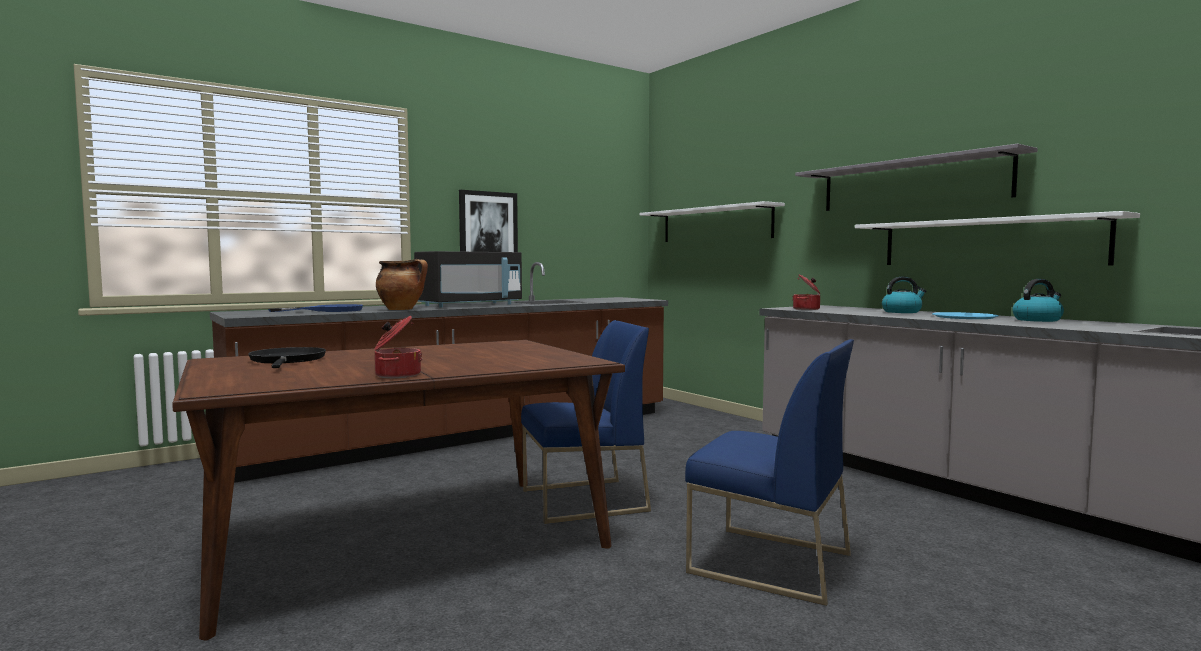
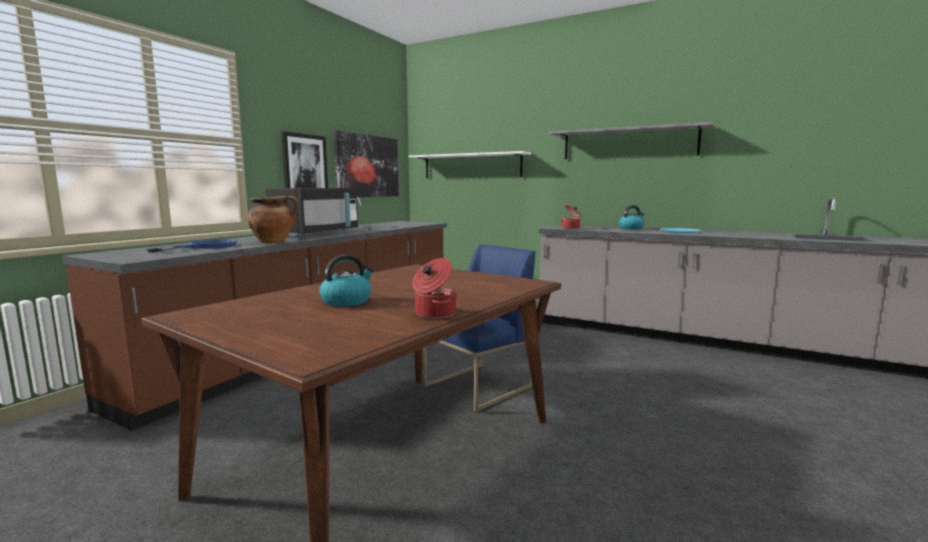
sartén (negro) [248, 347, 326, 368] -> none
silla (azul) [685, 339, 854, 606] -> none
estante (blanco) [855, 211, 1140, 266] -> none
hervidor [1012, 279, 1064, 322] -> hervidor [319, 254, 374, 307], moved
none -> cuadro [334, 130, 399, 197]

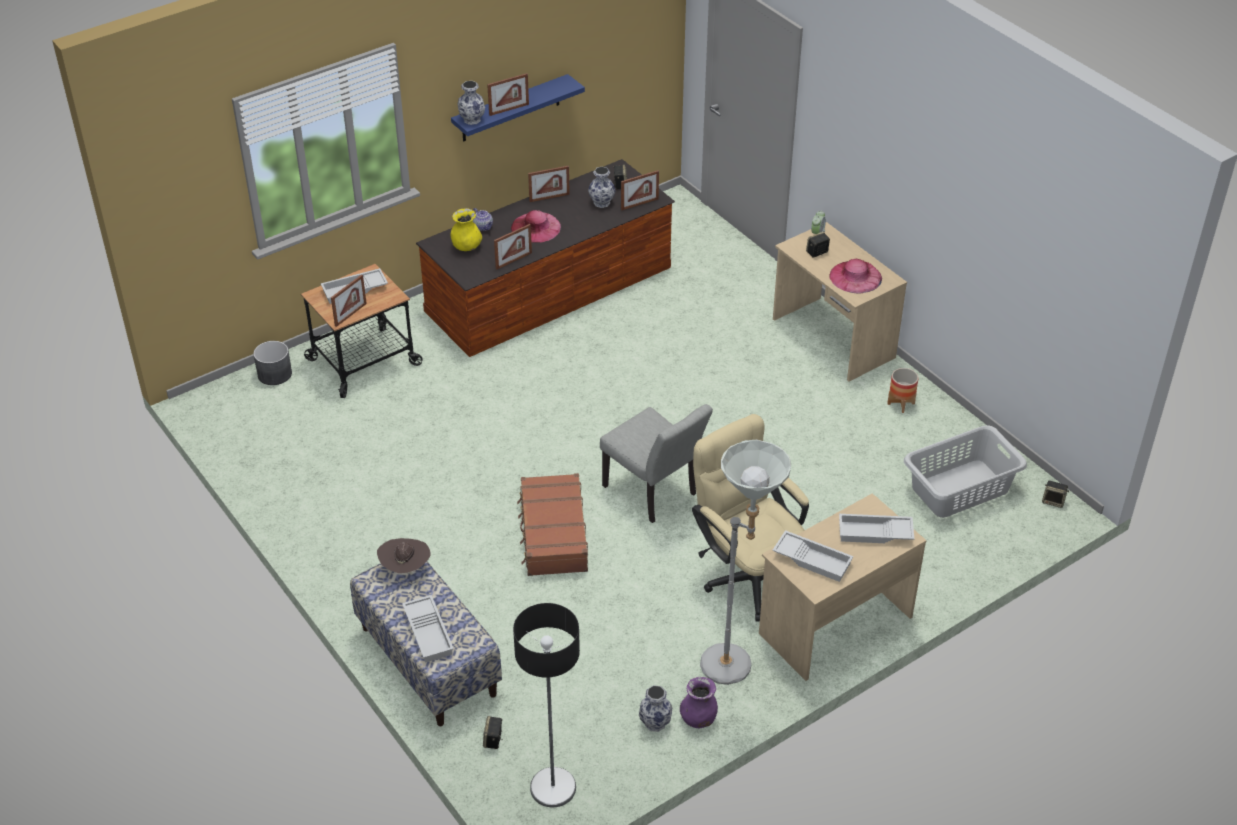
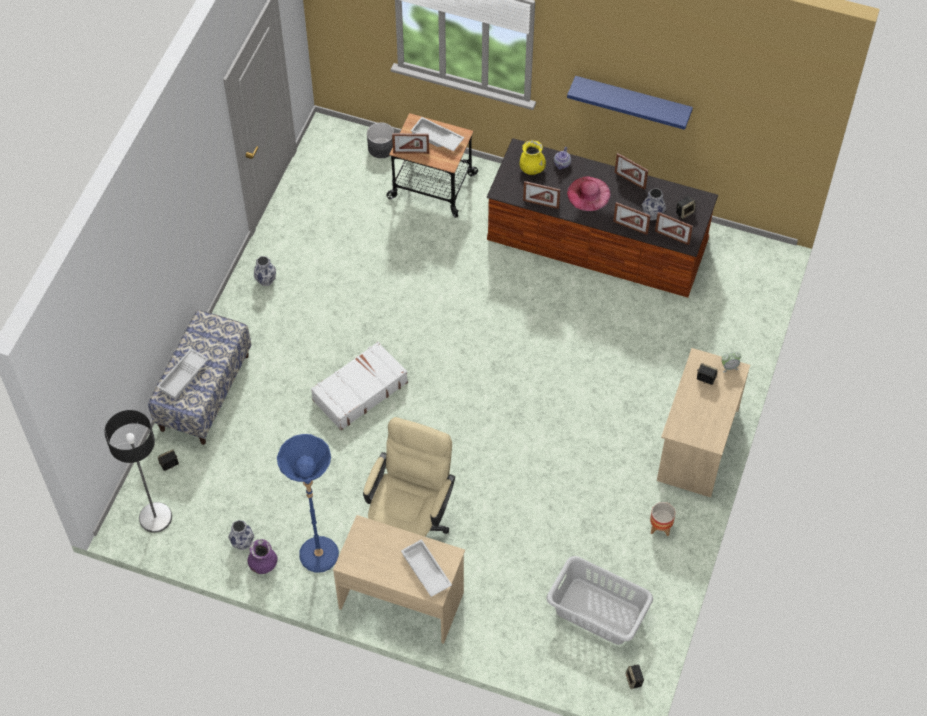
sombrero (marrón) [377, 538, 431, 573] -> none
florero [457, 81, 485, 125] -> florero [254, 256, 276, 286], moved
portarretratos [487, 73, 529, 116] -> portarretratos [613, 202, 651, 235], moved
maleta (marrón) [517, 473, 588, 576] -> maleta (blanco) [311, 342, 408, 430]
silla (gris) [600, 404, 713, 523] -> none
lámpara de pie (gris) [700, 440, 791, 685] -> lámpara de pie (azul) [277, 434, 339, 573]
bandeja (blanco) [772, 530, 853, 582] -> none
sombrero (rosa) [829, 259, 882, 293] -> none

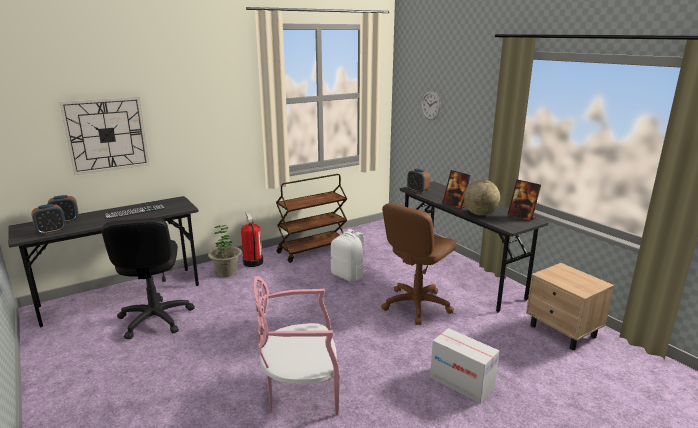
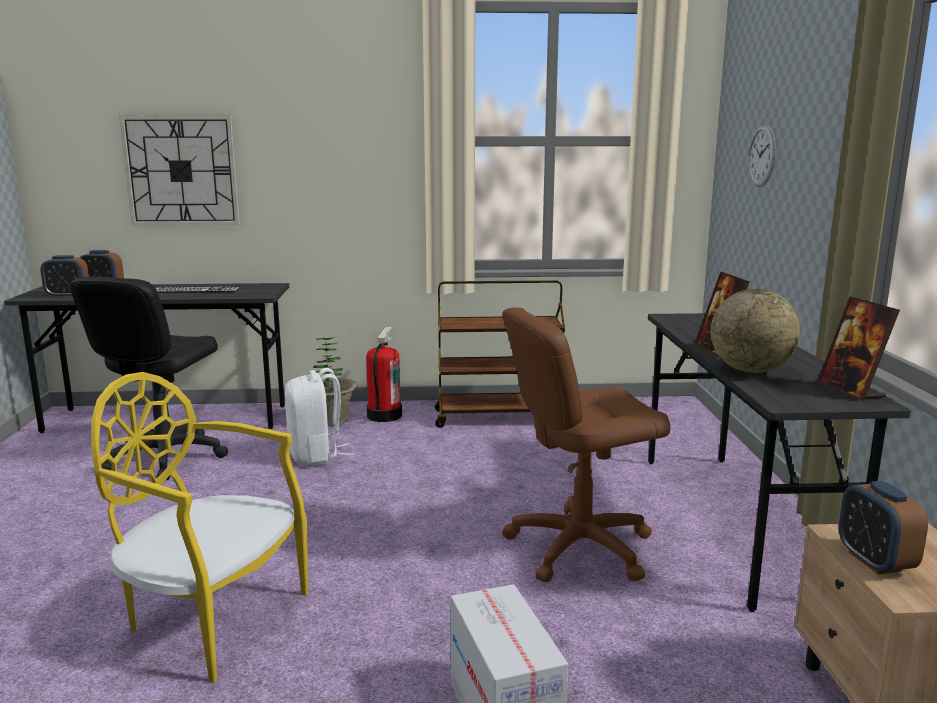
silla (rosa) [254, 276, 340, 415] -> silla (amarillo) [91, 372, 308, 683]
mochila (blanco) [330, 229, 367, 282] -> mochila (blanco) [285, 368, 354, 466], moved
despertador [407, 168, 430, 193] -> despertador [839, 481, 928, 575], moved

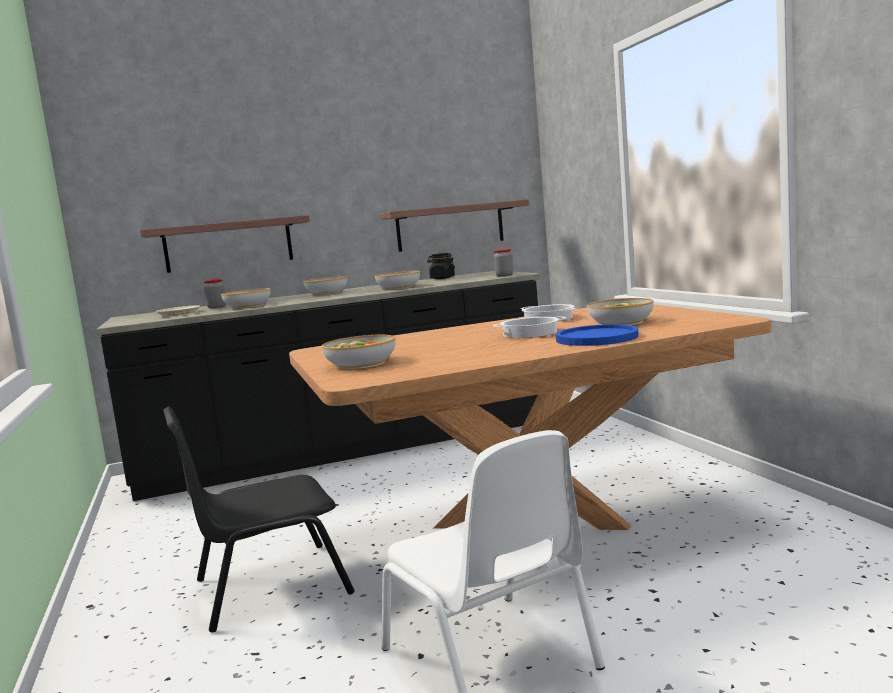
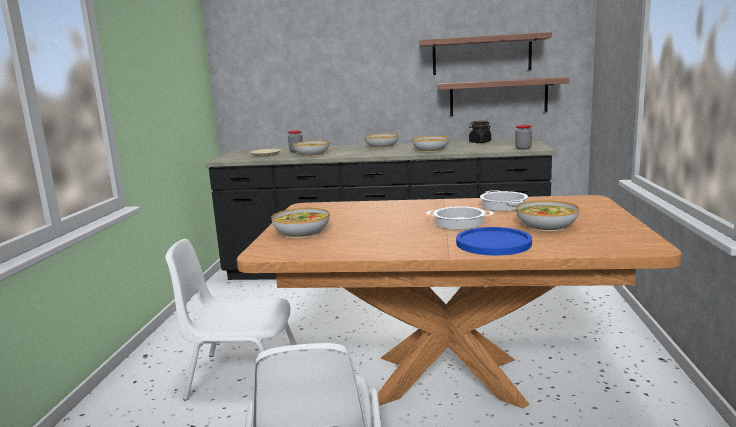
estante [140, 215, 310, 273] -> estante [419, 32, 552, 75], moved
silla (negro) [163, 407, 355, 633] -> silla (blanco) [165, 239, 297, 401]

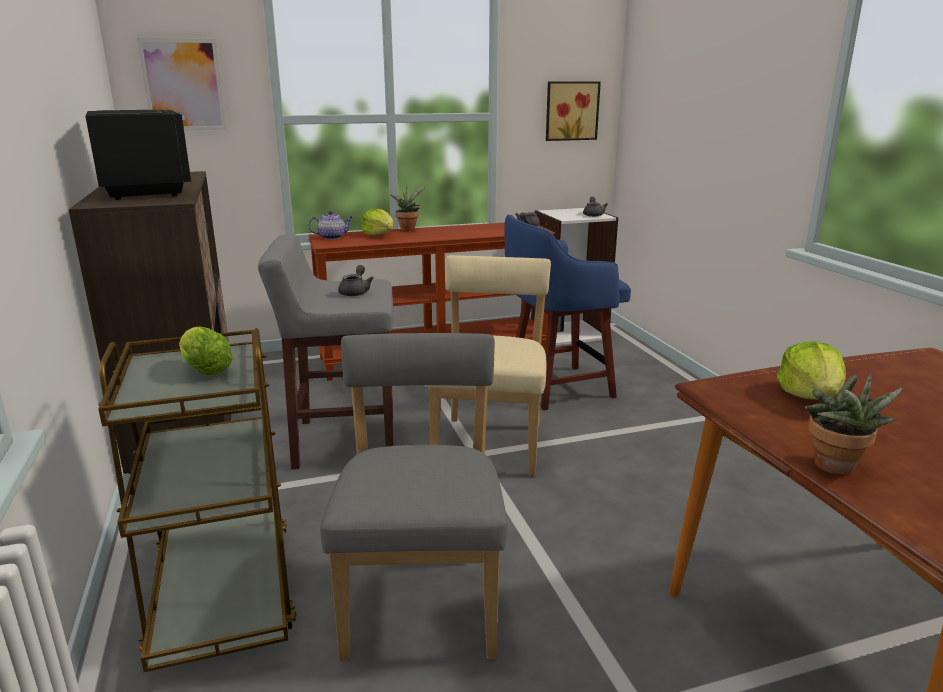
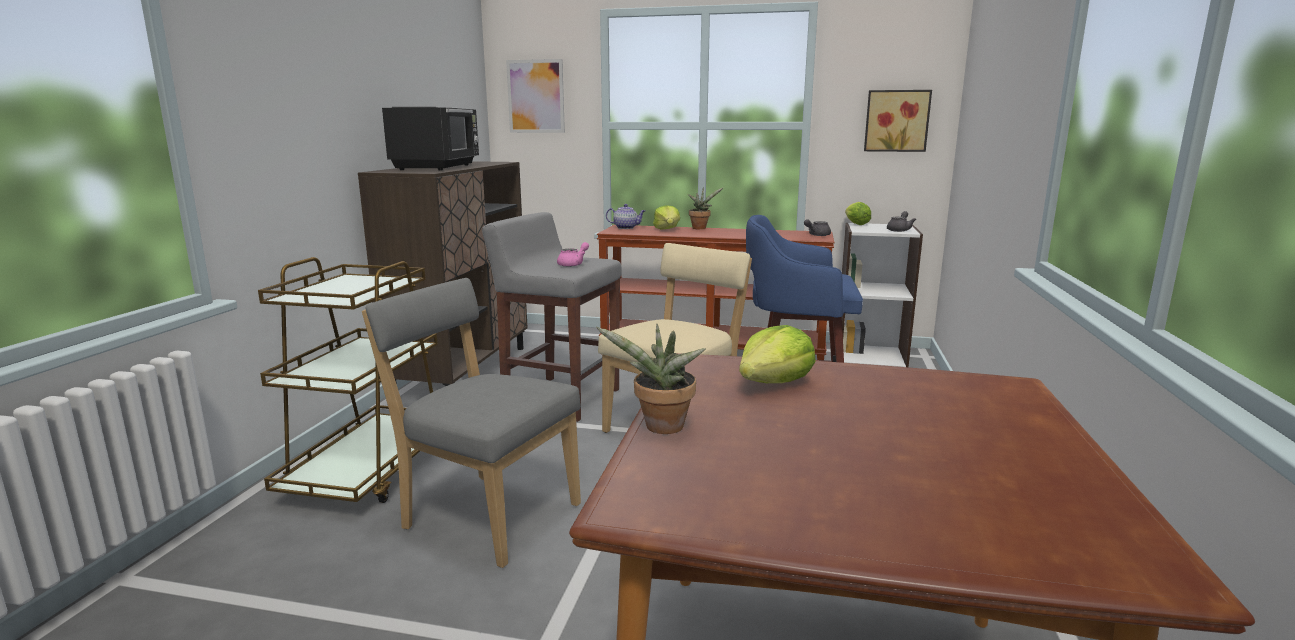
lechuga [179, 327, 232, 375] -> lechuga [845, 202, 871, 225], moved
silla (gris) [320, 333, 507, 662] -> silla (gris) [362, 278, 581, 568], 90 degrees counterclockwise
tetera (gris) [338, 265, 374, 296] -> tetera (rosa) [557, 242, 589, 267]

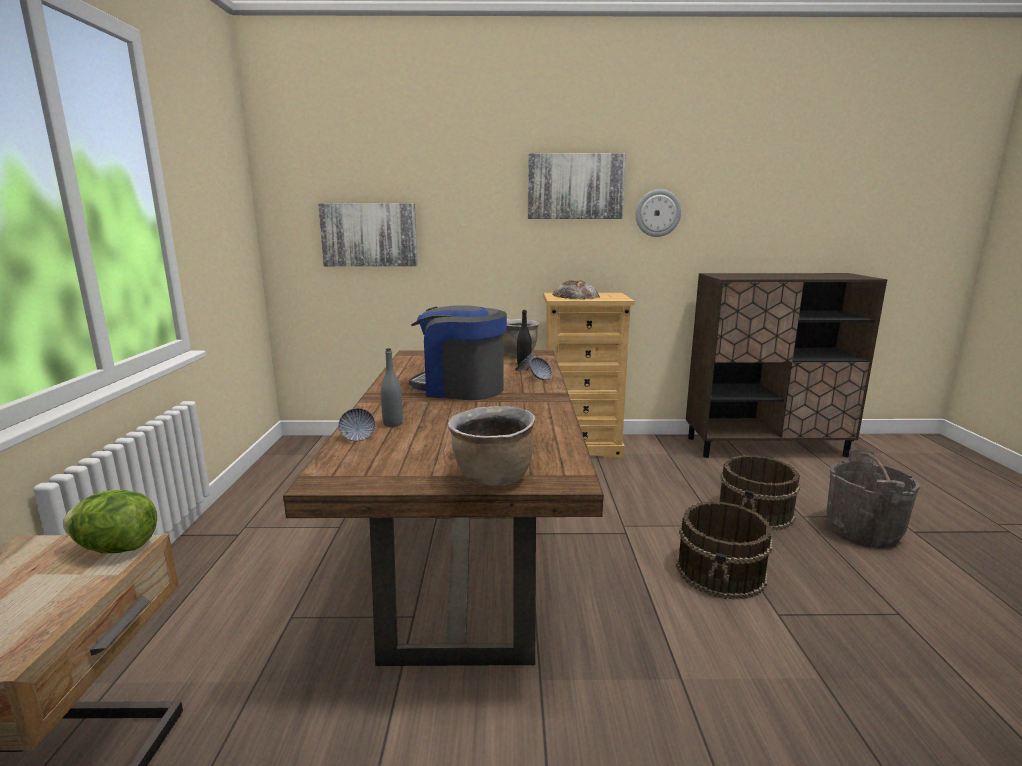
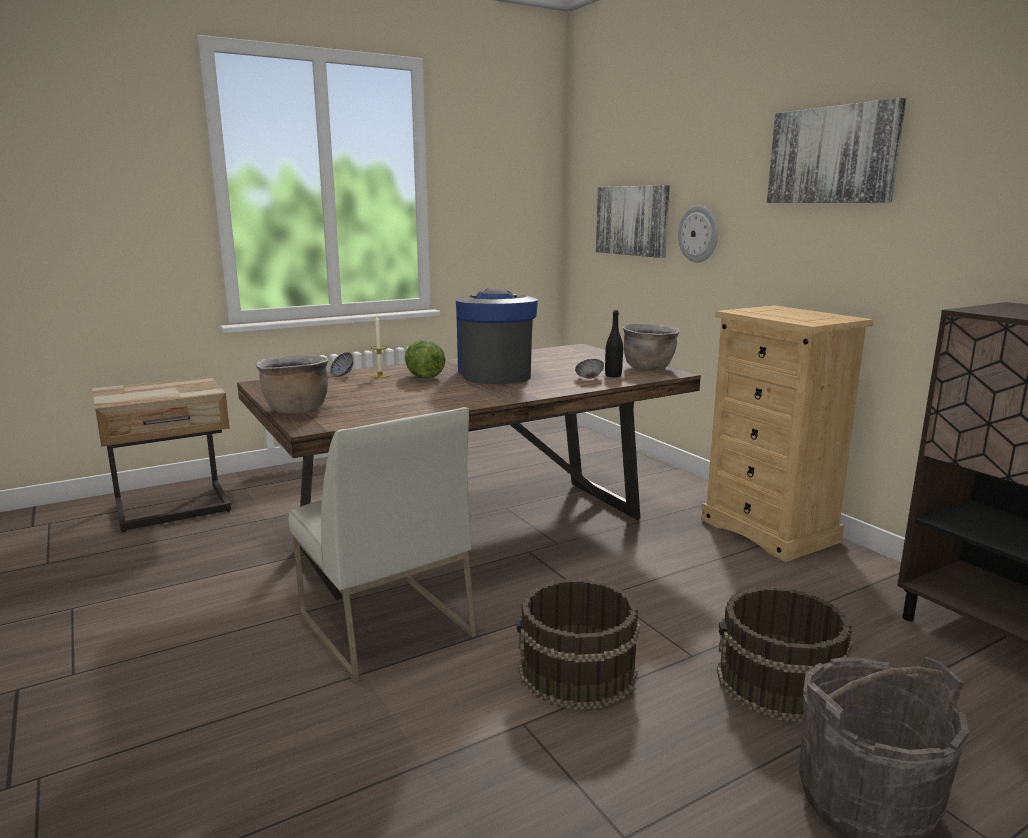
lechuga [63, 490, 157, 553] -> lechuga [405, 340, 446, 378], moved
botella (gris) [381, 348, 403, 427] -> vela [371, 316, 390, 378]
cuenco [530, 357, 552, 380] -> none
pan [552, 280, 600, 299] -> none
reloj de pared [635, 189, 681, 237] -> reloj de pared [678, 205, 718, 263], moved
none -> silla (blanco) [289, 407, 476, 683]

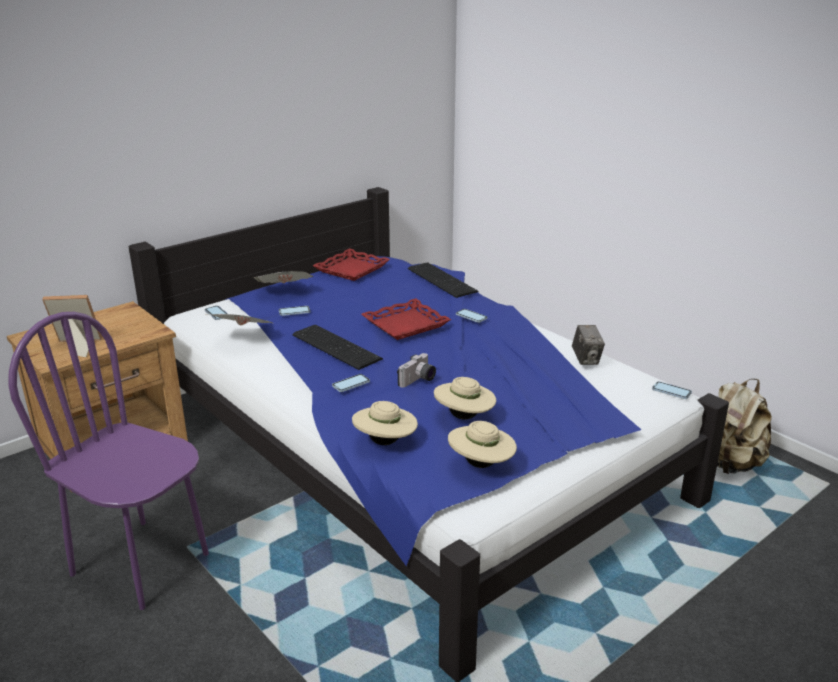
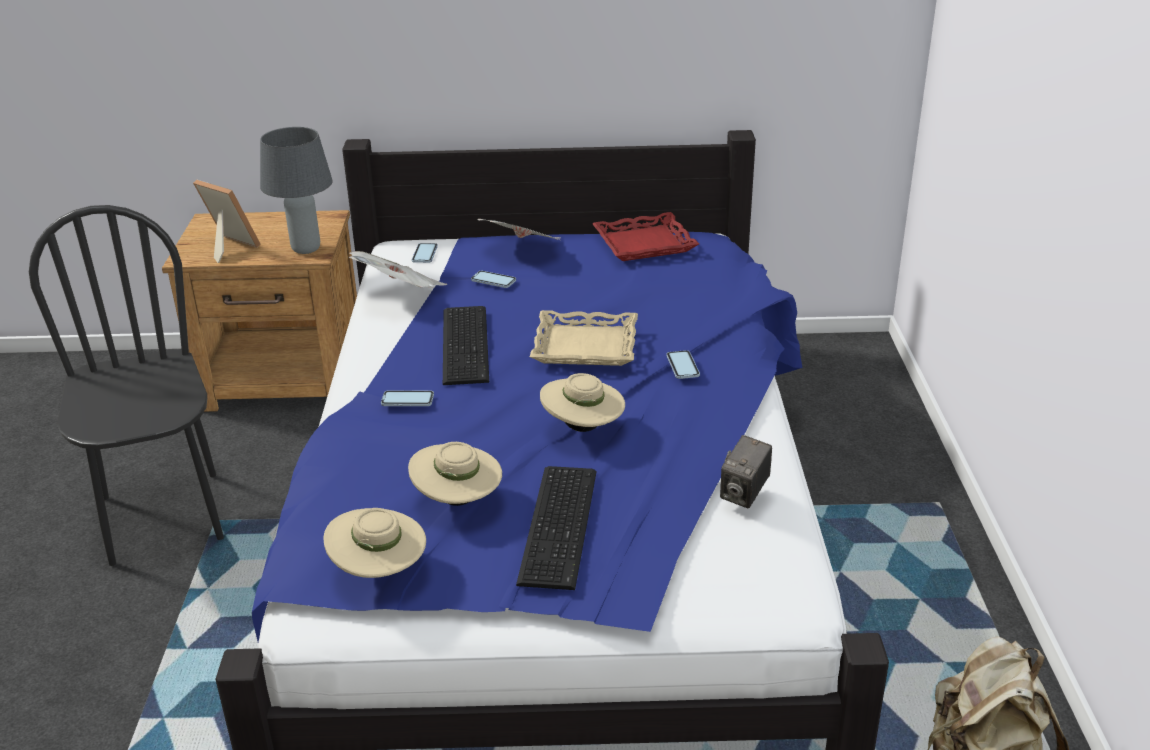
silla (morado) [8, 312, 209, 610] -> silla (negro) [29, 205, 224, 566]
sombrero (beis) [352, 401, 418, 445] -> sombrero (beis) [540, 373, 625, 432], moved
bandeja (rojo) [361, 298, 451, 340] -> bandeja (beis) [530, 310, 638, 366]
cámara [397, 353, 436, 388] -> none
teclado [408, 262, 479, 298] -> teclado [516, 466, 597, 590], moved
móvil [652, 381, 692, 399] -> none
none -> lámpara de mesa (gris) [260, 127, 333, 254]

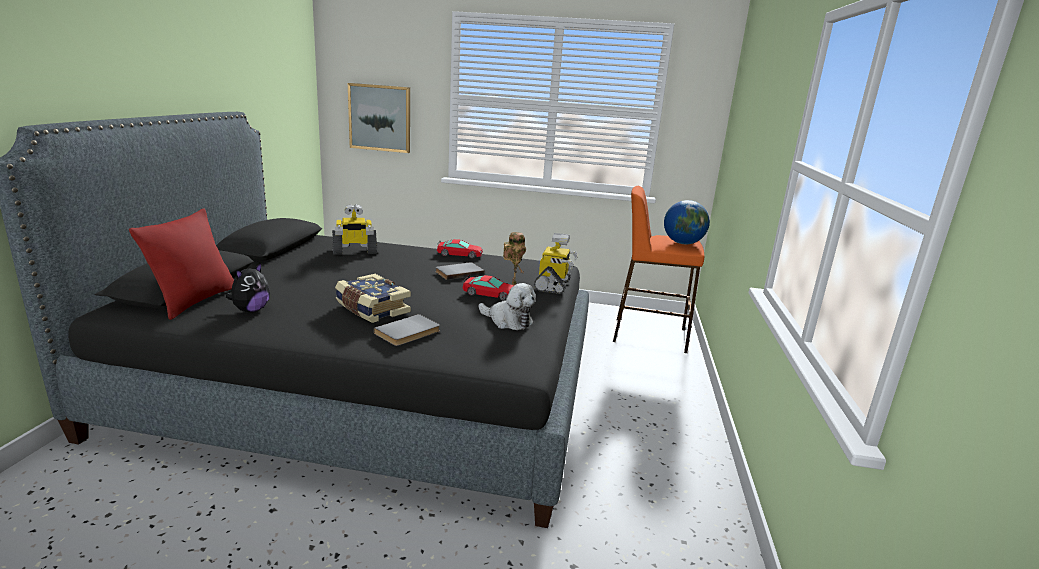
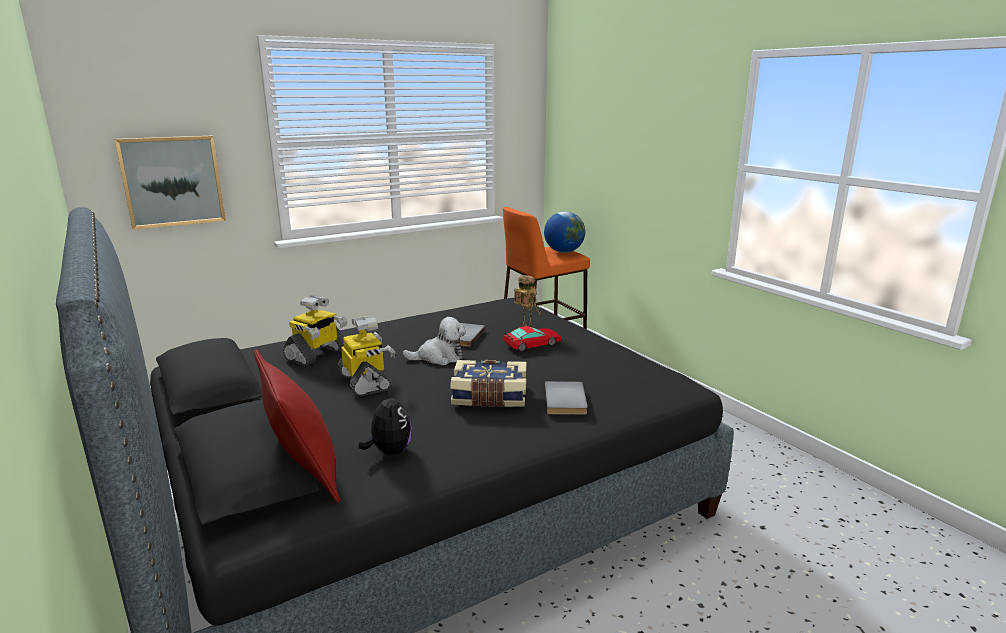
coche de juguete [437, 239, 483, 258] -> none
peluche [479, 283, 536, 330] -> peluche [402, 317, 466, 365], moved
robot de juguete [534, 233, 578, 294] -> robot de juguete [337, 315, 396, 396], moved

